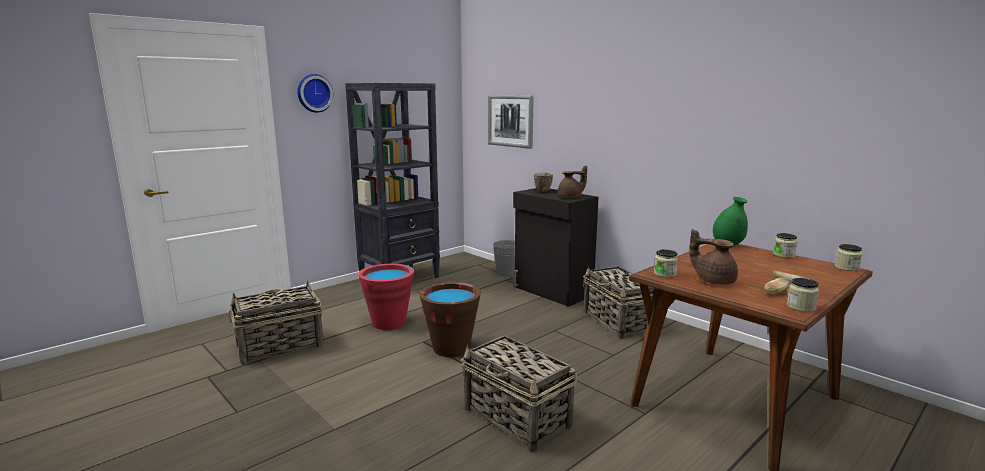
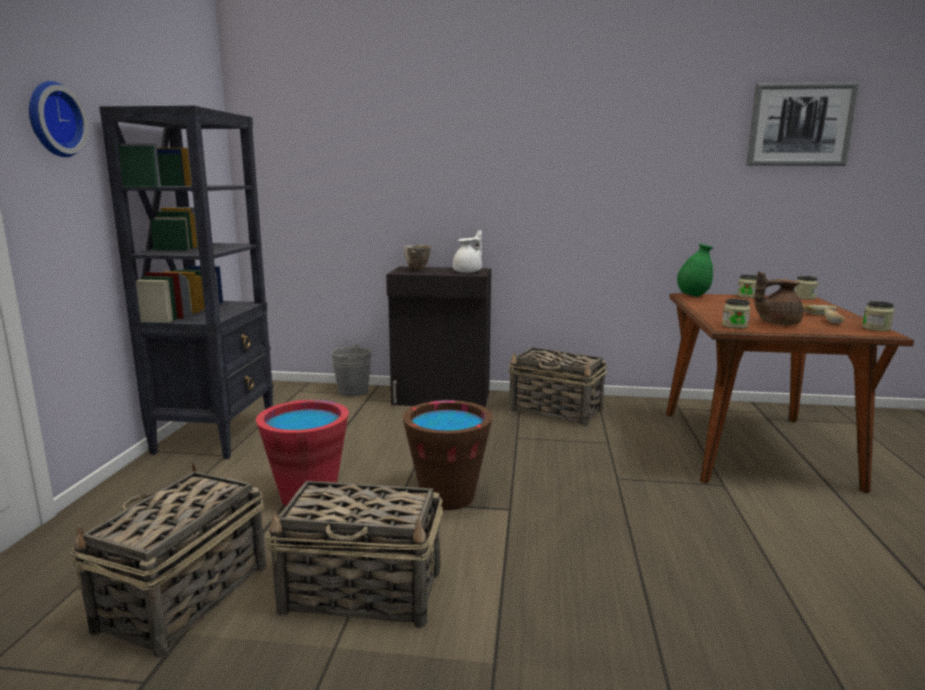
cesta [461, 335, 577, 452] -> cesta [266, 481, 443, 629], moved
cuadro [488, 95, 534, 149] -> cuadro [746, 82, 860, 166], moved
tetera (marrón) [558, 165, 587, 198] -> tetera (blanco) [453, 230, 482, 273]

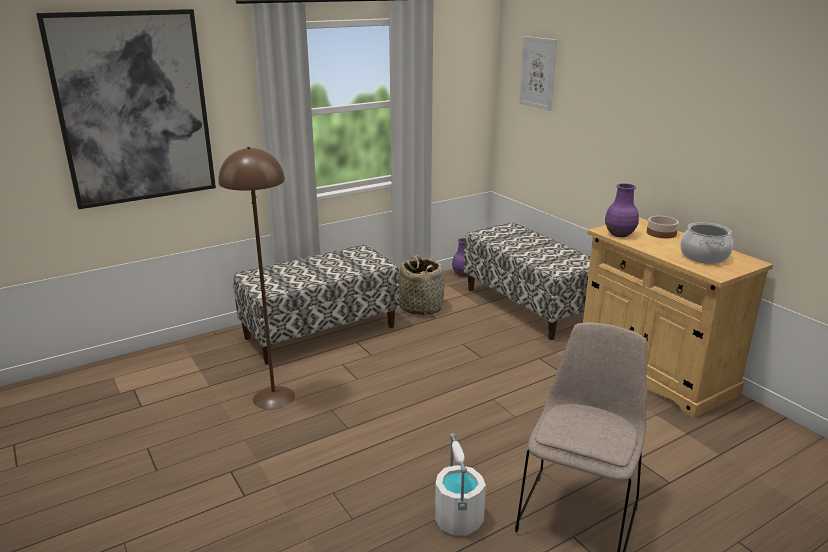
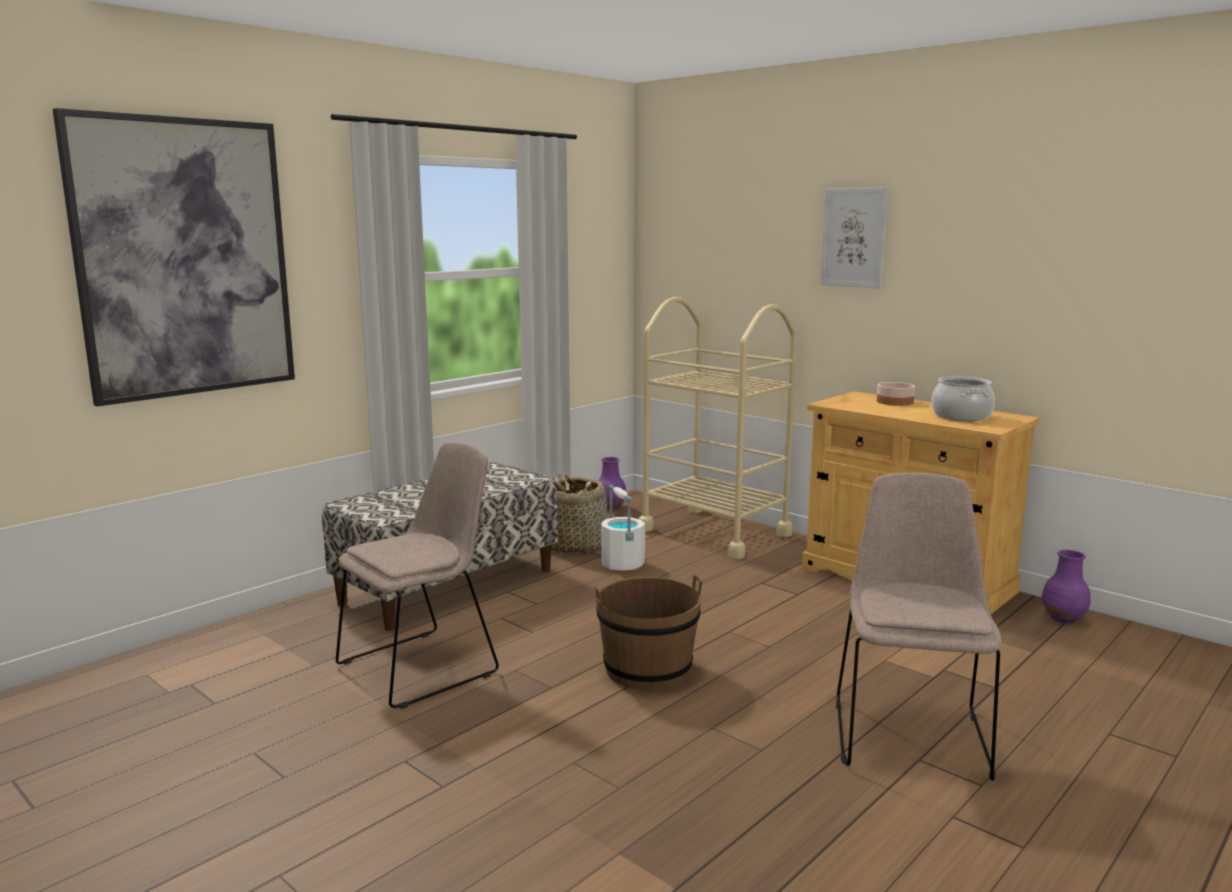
lámpara de pie (marrón) [218, 147, 295, 410] -> silla (beis) [336, 442, 499, 709]
cubo (blanco) [435, 433, 486, 535] -> cubo (blanco) [601, 485, 645, 571], moved
banco [464, 222, 591, 340] -> carrito (beis) [638, 297, 797, 559]
cuadro [520, 36, 557, 110] -> cuadro [820, 187, 888, 289], moved
florero (morado) [605, 183, 639, 237] -> florero (morado) [1042, 550, 1091, 623], moved
none -> cubo (marrón) [595, 574, 702, 690]

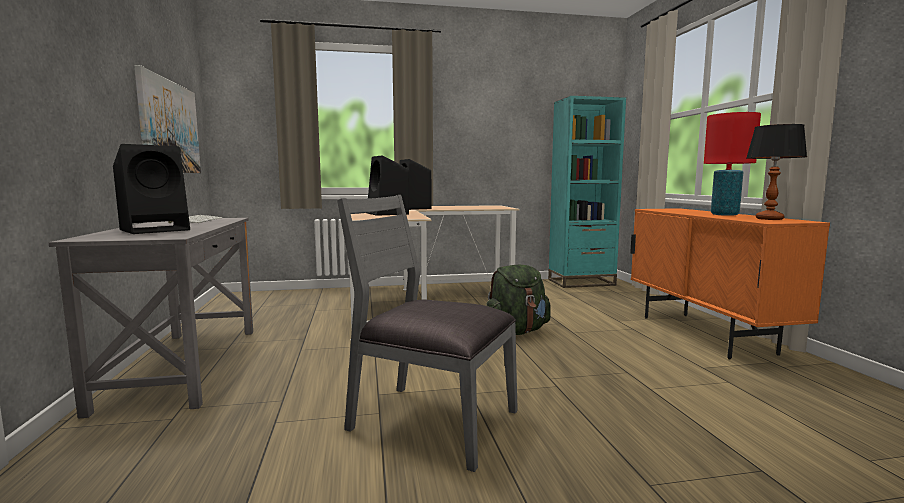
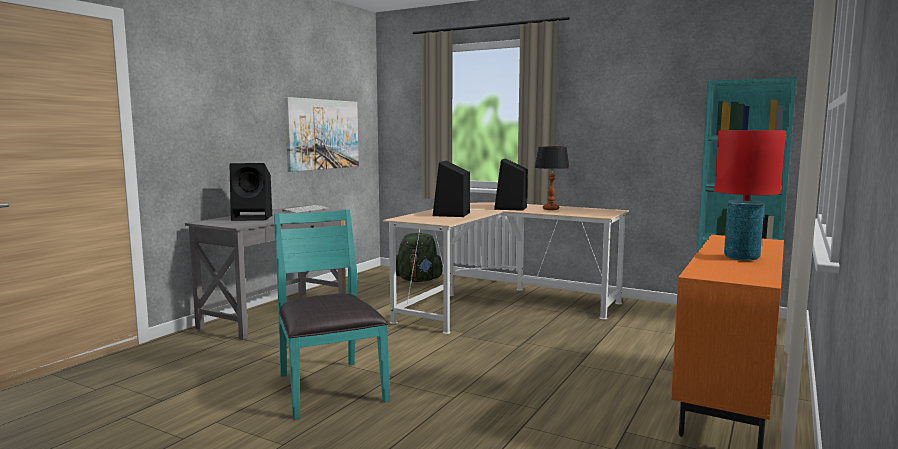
silla (gris) [337, 195, 518, 472] -> silla (turquesa) [274, 209, 390, 420]
mochila (verde) [487, 265, 551, 335] -> mochila (verde) [396, 233, 443, 282], moved
lámpara de mesa [747, 124, 807, 220] -> lámpara de mesa [535, 146, 569, 210], moved

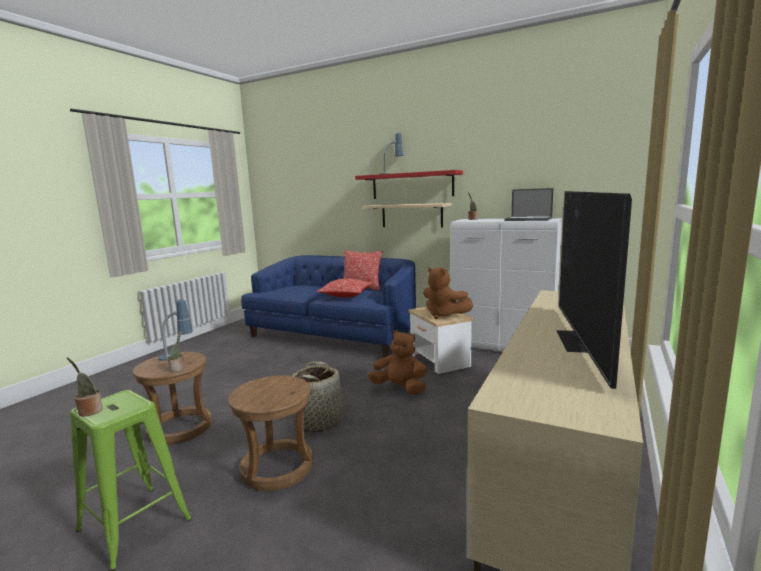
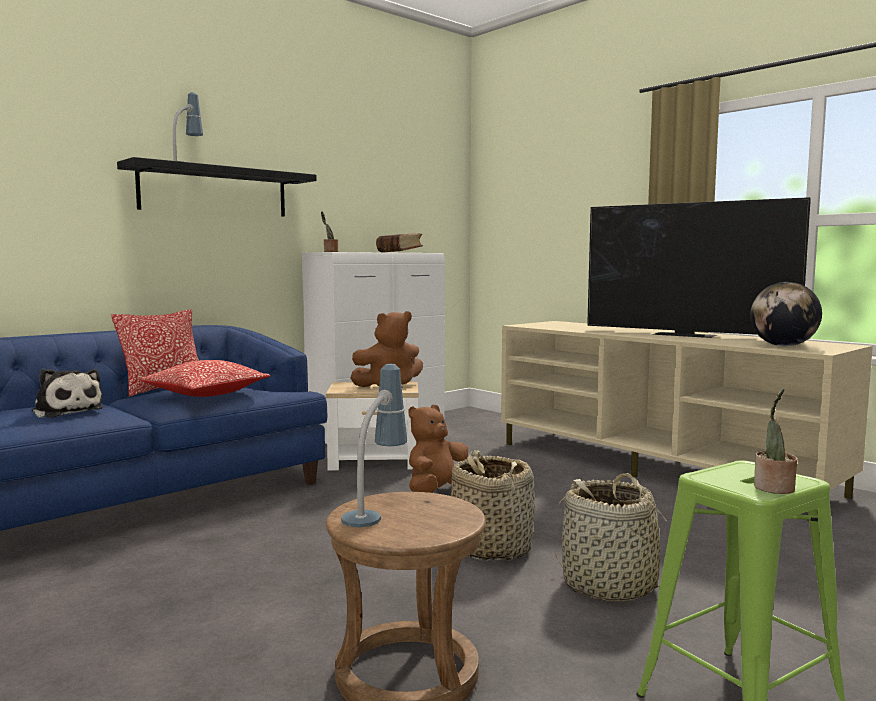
planta en maceta [168, 330, 185, 372] -> none
taburete (marrón) [228, 376, 313, 491] -> cesta [554, 473, 667, 602]
estante (rojo) [355, 170, 463, 199] -> estante (negro) [117, 157, 317, 216]
estante (beis) [363, 203, 452, 227] -> none
portátil [504, 188, 553, 221] -> libro [376, 233, 423, 252]
none -> peluche [32, 369, 103, 418]
none -> globo terráqueo [750, 282, 822, 346]

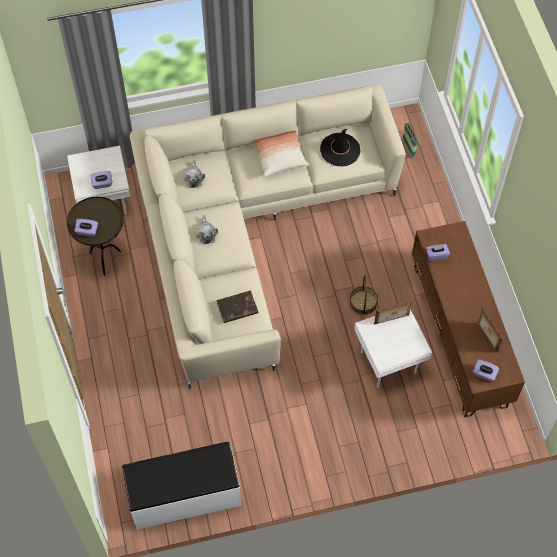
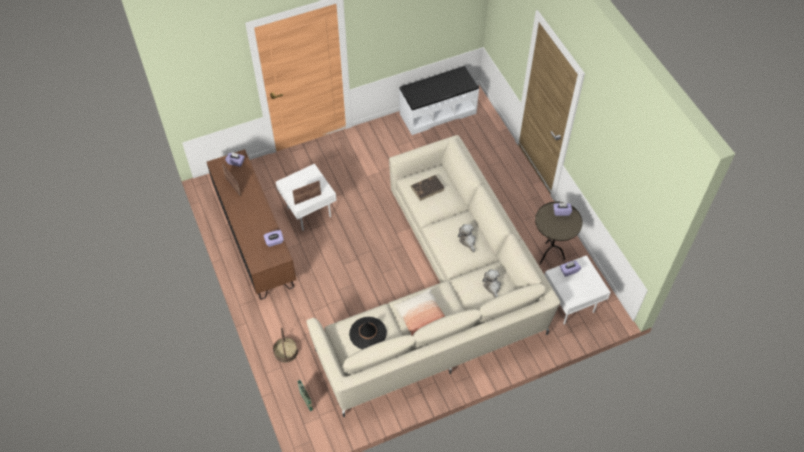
cesta [349, 274, 378, 315] -> cesta [273, 328, 298, 363], moved

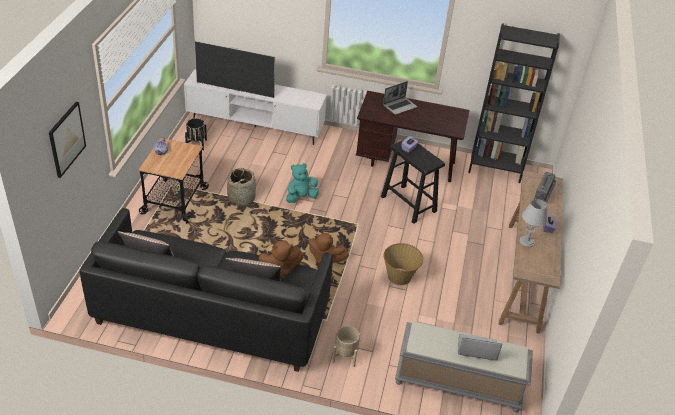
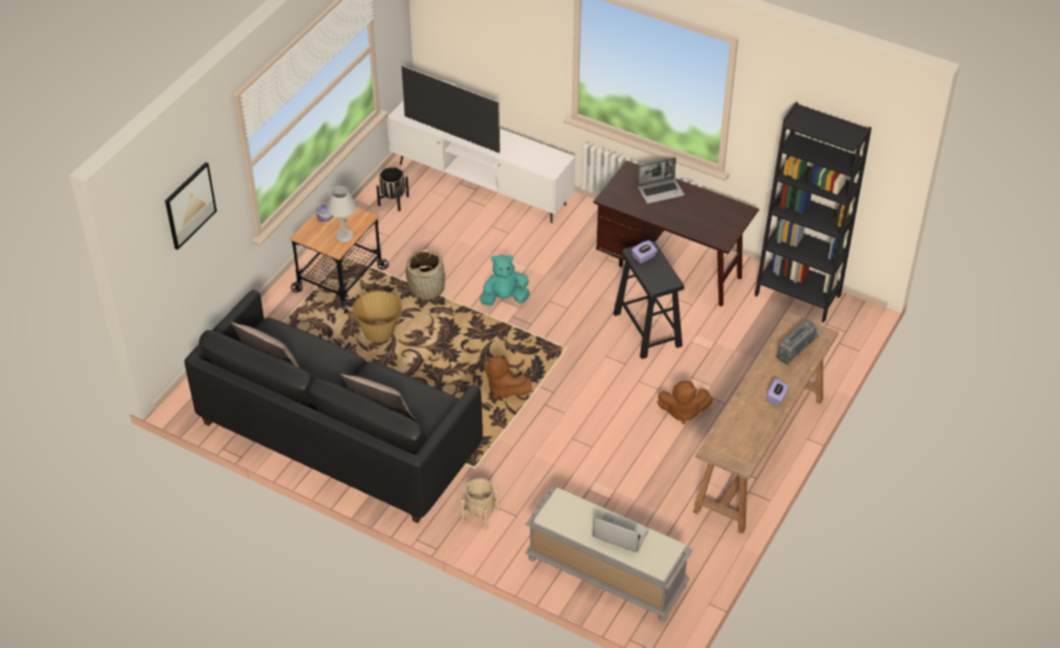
peluche (marrón) [259, 240, 304, 279] -> peluche (marrón) [657, 381, 713, 424], moved
cesta [384, 243, 423, 285] -> cesta [352, 290, 402, 343], moved
lámpara de mesa (gris) [520, 199, 548, 247] -> lámpara de mesa (gris) [327, 186, 356, 242], moved

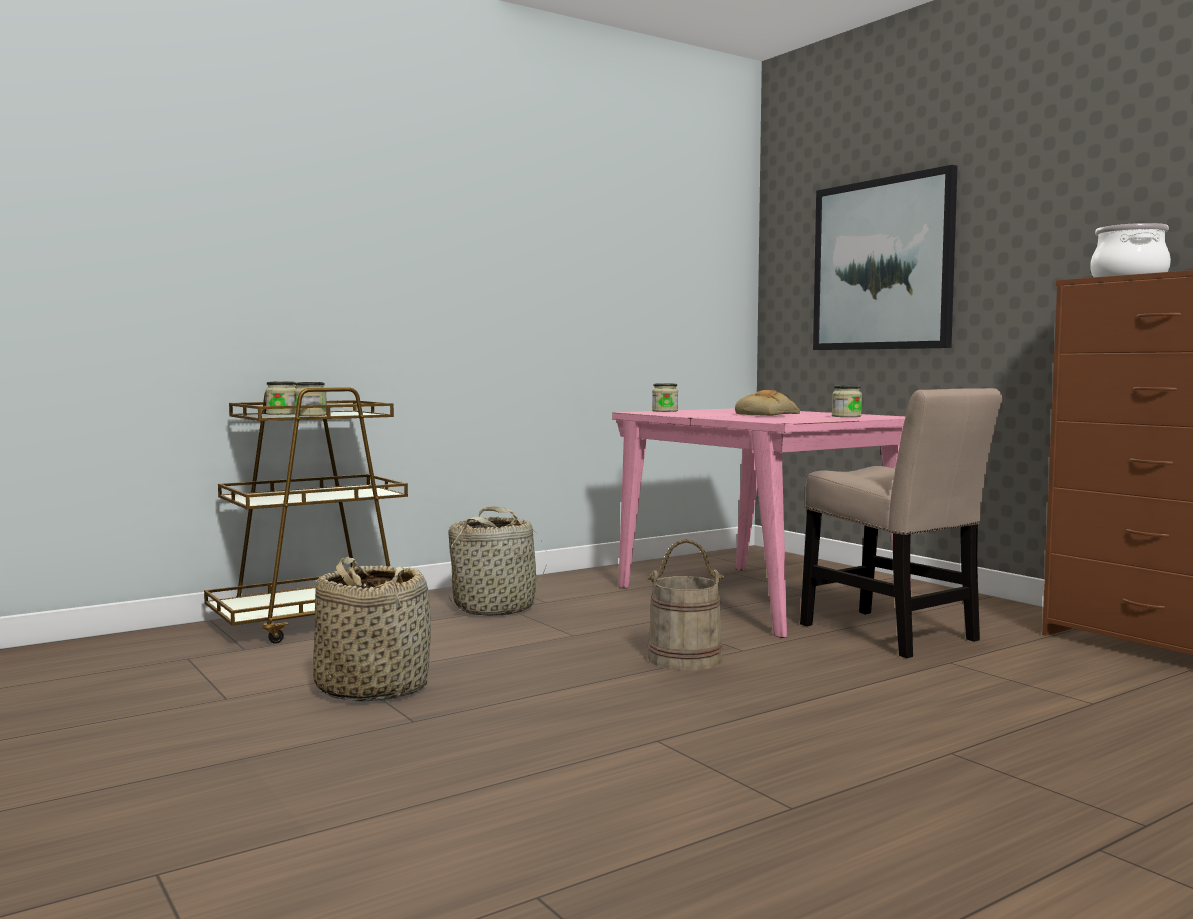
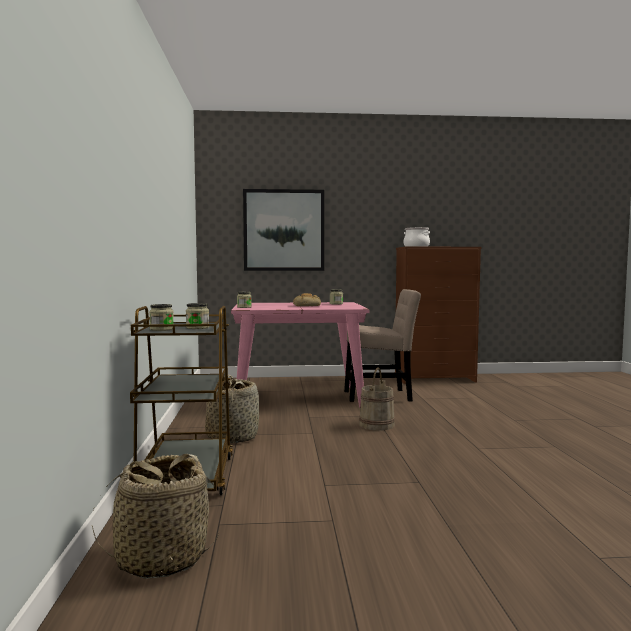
cesta [313, 557, 431, 702] -> cesta [92, 454, 219, 579], moved

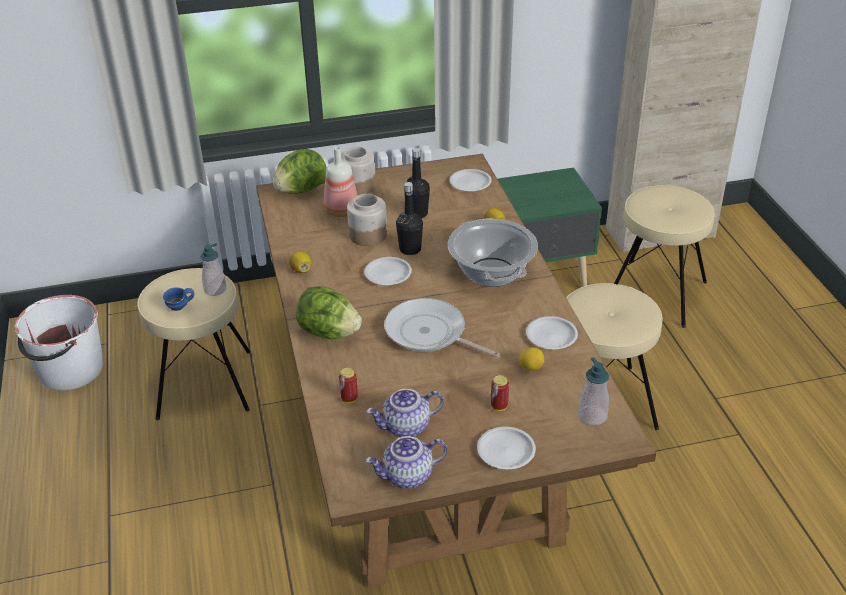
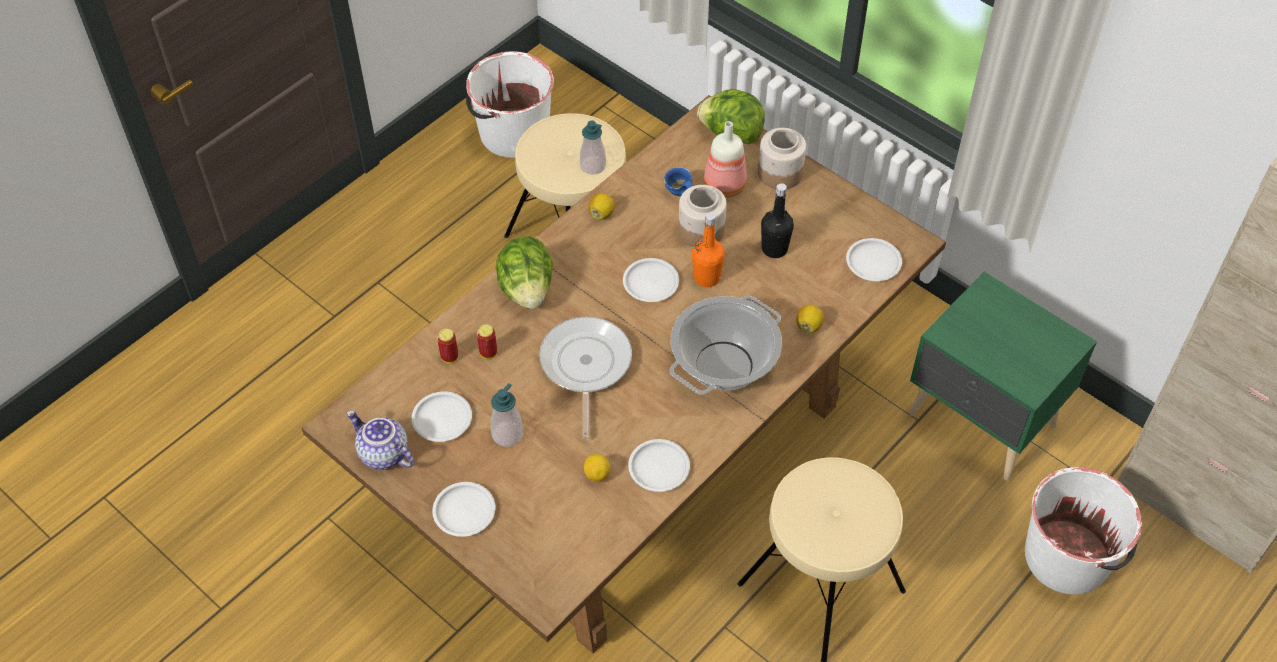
taza grande (azul) [163, 287, 194, 311] -> taza grande (azul) [664, 167, 693, 196], moved
tetera [366, 389, 444, 437] -> plato (blanco) [412, 391, 472, 442]
botella (negro) [396, 182, 423, 255] -> botella (naranja) [692, 212, 725, 287]
lata [491, 375, 509, 411] -> lata [477, 324, 497, 359], moved
dispensador de jabón [578, 357, 609, 425] -> dispensador de jabón [491, 383, 523, 447], moved
taburete (beis) [614, 185, 715, 328] -> cubo (blanco) [1025, 467, 1142, 594]

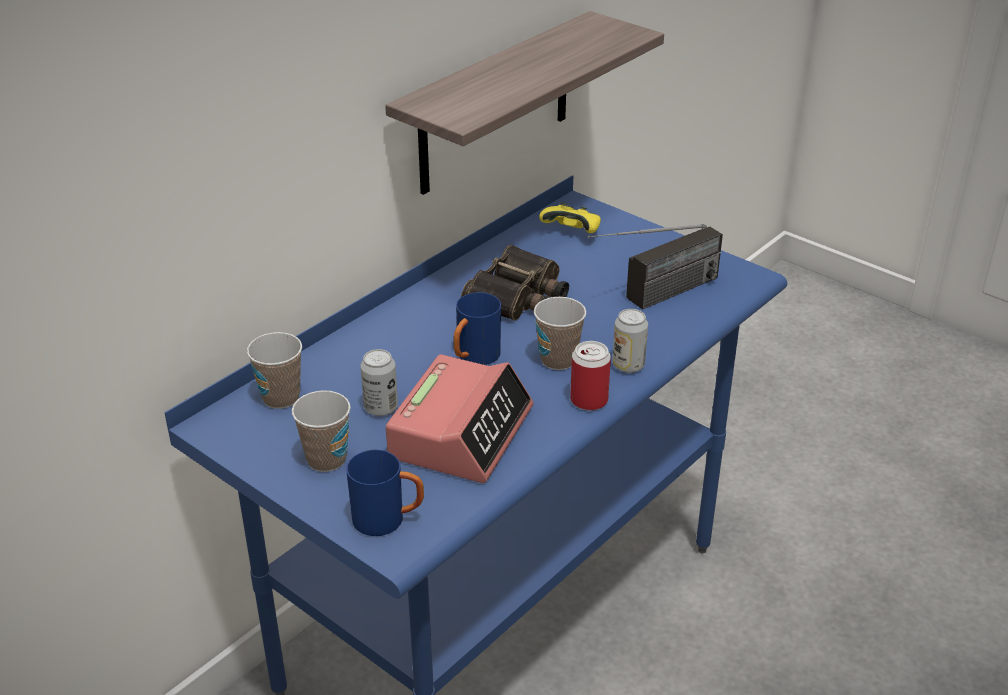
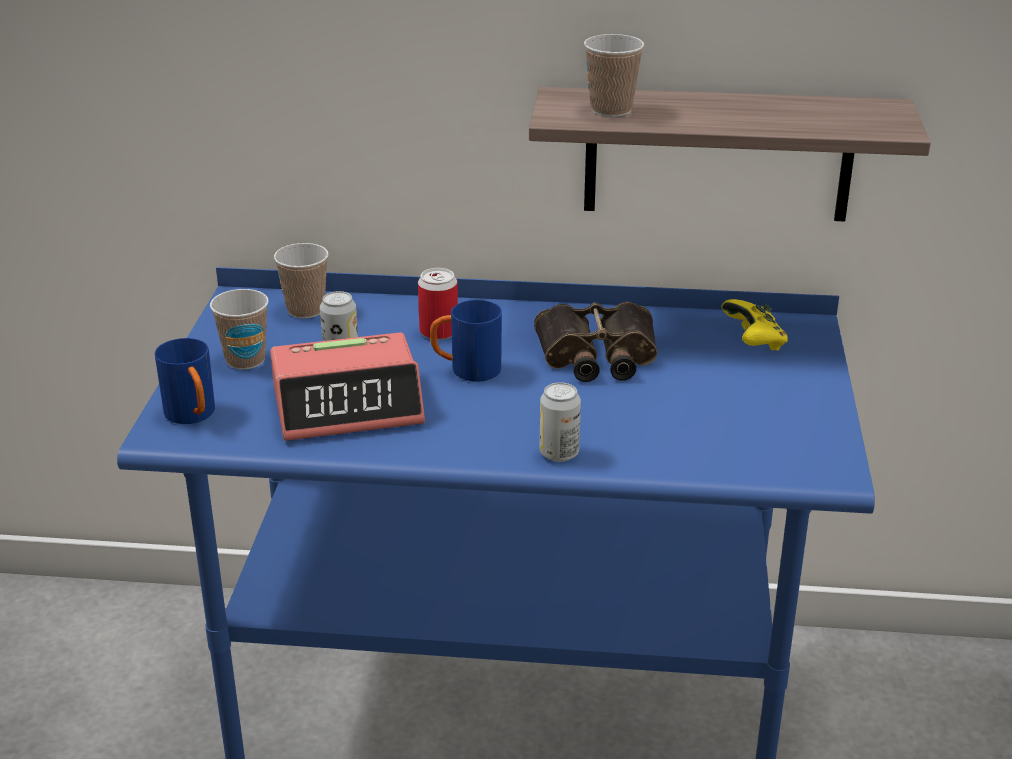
taza [534, 297, 586, 370] -> taza [584, 34, 644, 117], moved
lata [570, 341, 611, 410] -> lata [418, 268, 458, 340], moved
radio [587, 224, 723, 310] -> none

